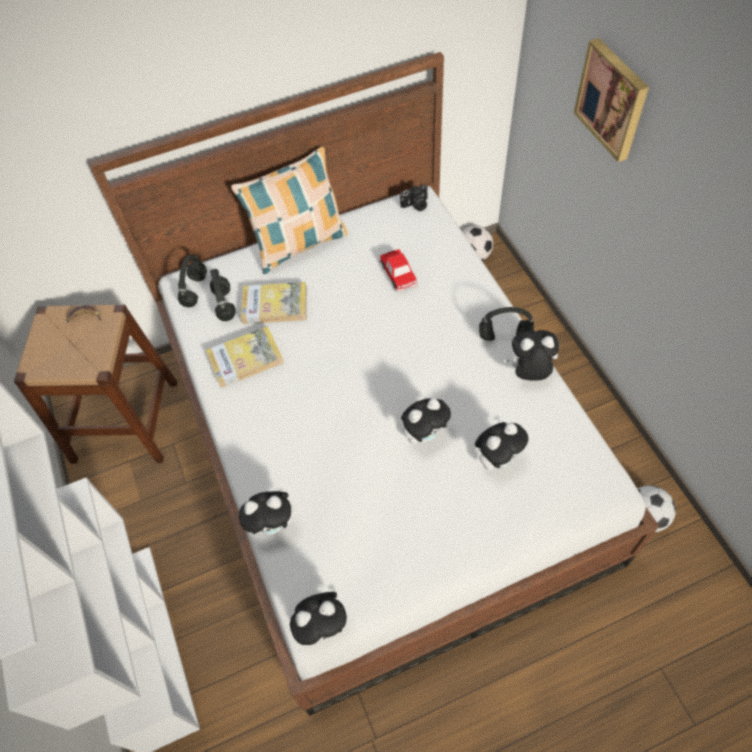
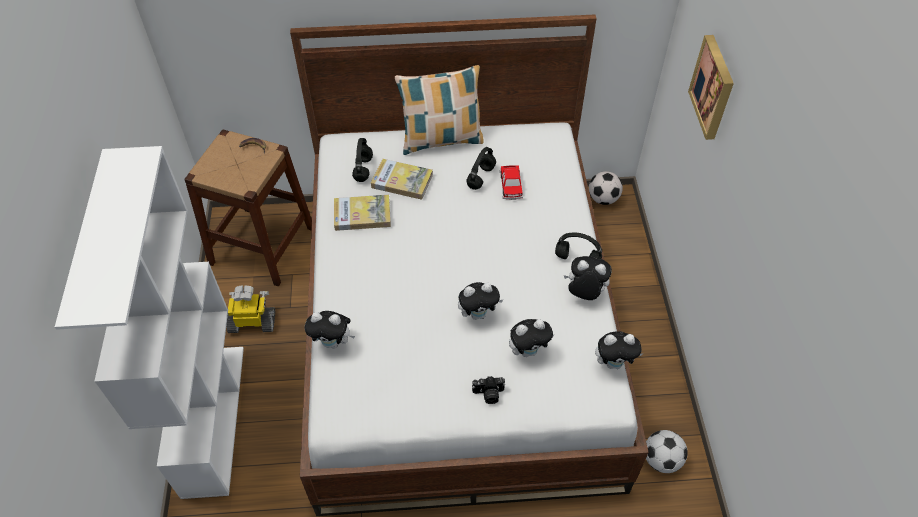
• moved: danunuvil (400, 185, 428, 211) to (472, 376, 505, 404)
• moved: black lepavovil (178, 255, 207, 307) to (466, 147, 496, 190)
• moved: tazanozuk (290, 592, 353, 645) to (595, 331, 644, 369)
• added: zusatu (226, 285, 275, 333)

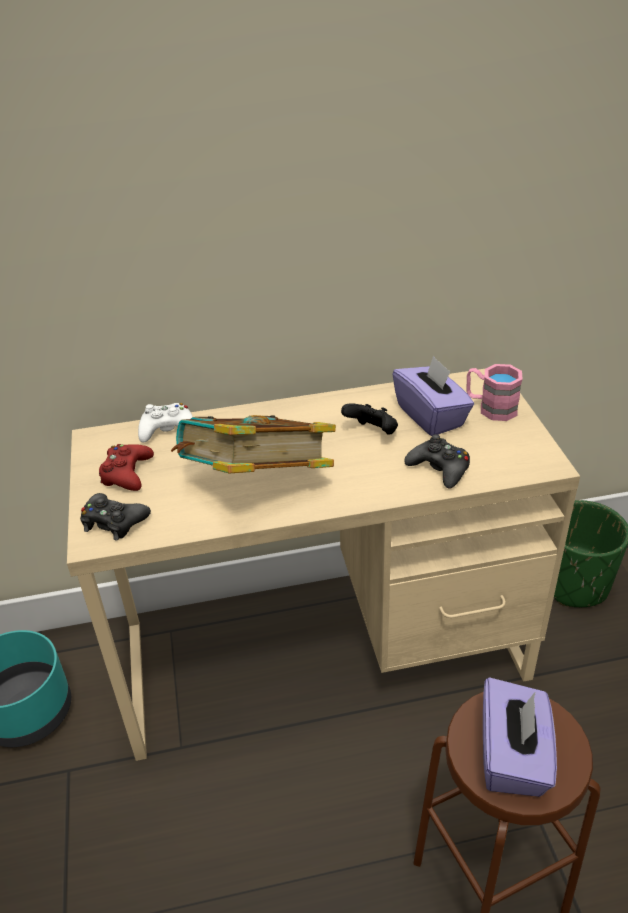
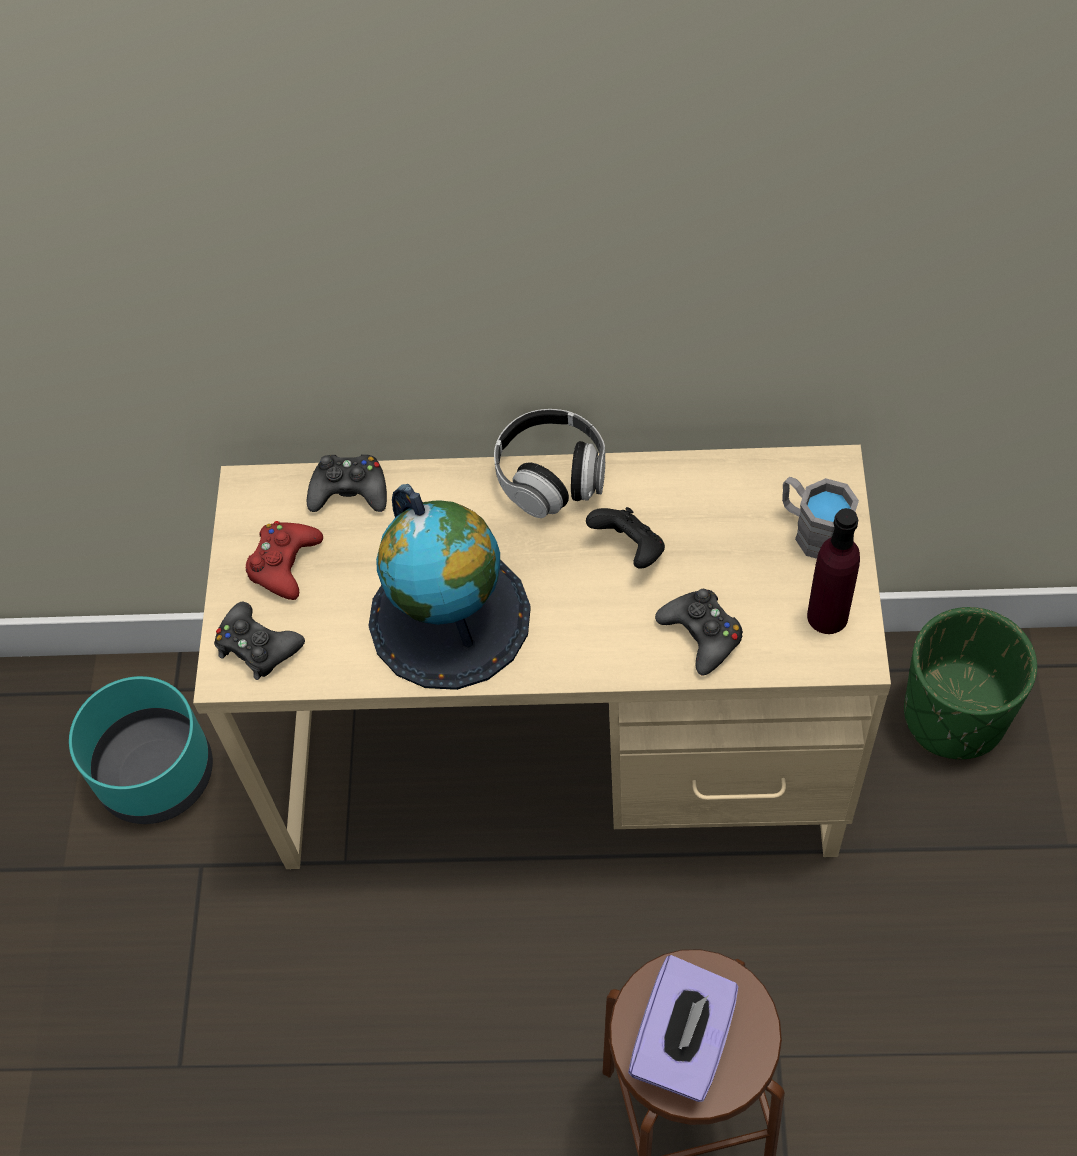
• removed: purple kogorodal (393, 355, 474, 436)
• recoloured: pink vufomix (466, 364, 523, 421) to grey vufomix (782, 477, 859, 559)
• recoloured: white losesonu (138, 403, 193, 443) to black losesonu (307, 454, 387, 512)
• replaced: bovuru (171, 415, 336, 473) to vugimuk (369, 484, 531, 690)
• added: lepavovil (494, 409, 605, 518)
• added: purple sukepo (807, 508, 860, 634)

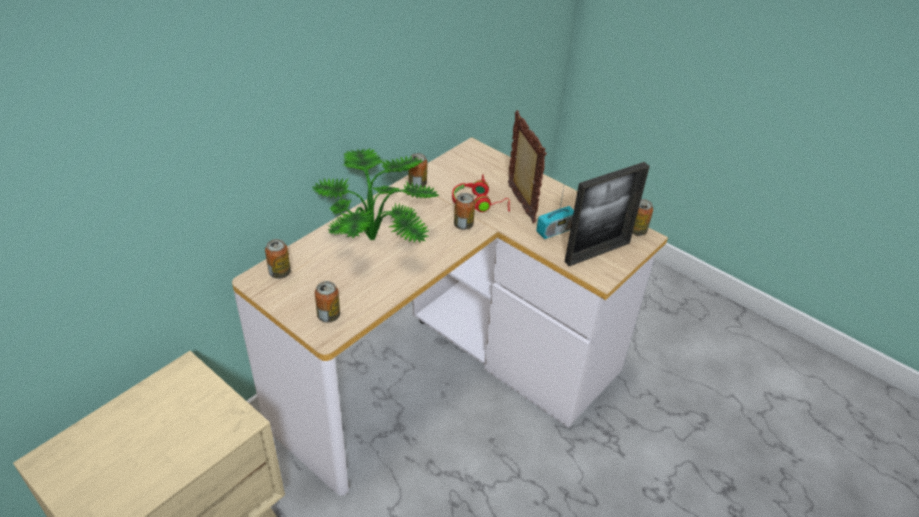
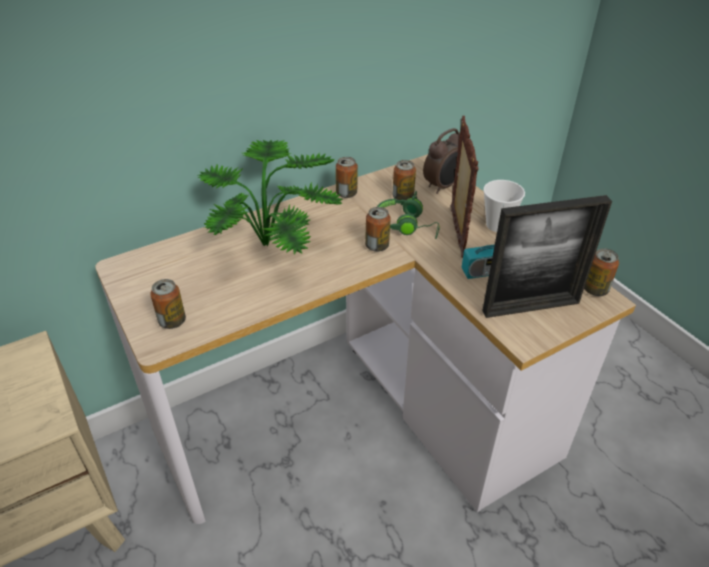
• recoloured: red lepavovil (452, 174, 510, 212) to green lepavovil (377, 191, 440, 239)
• moved: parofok (265, 239, 291, 279) to (392, 160, 416, 200)
• added: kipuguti (423, 128, 460, 194)
• added: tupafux (483, 180, 525, 232)

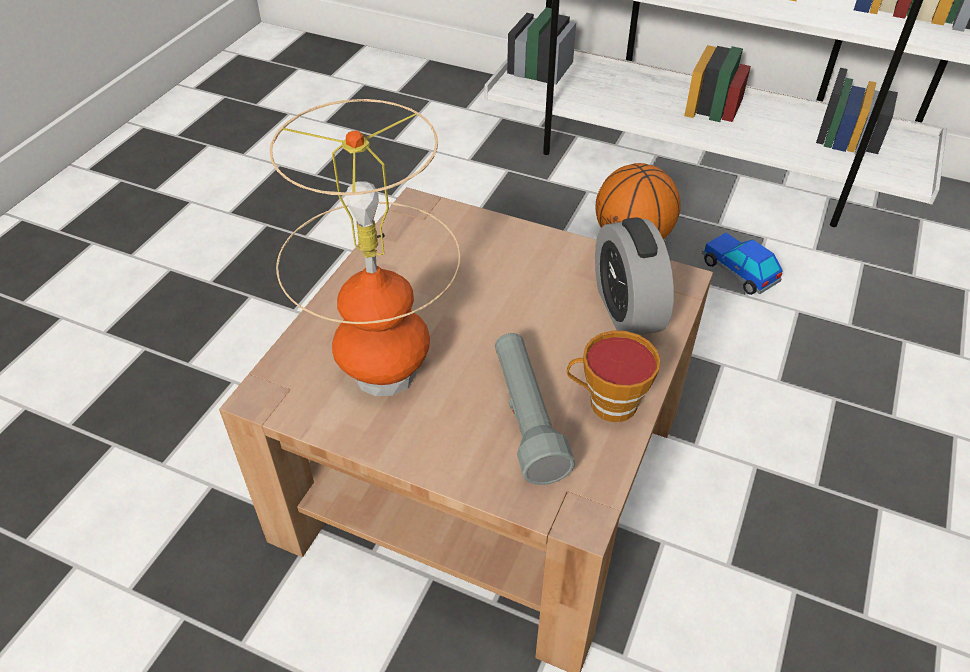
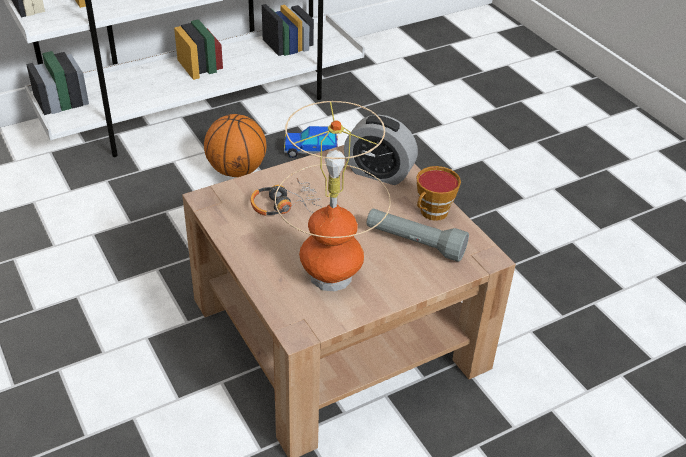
• added: lepavovil (251, 178, 322, 216)

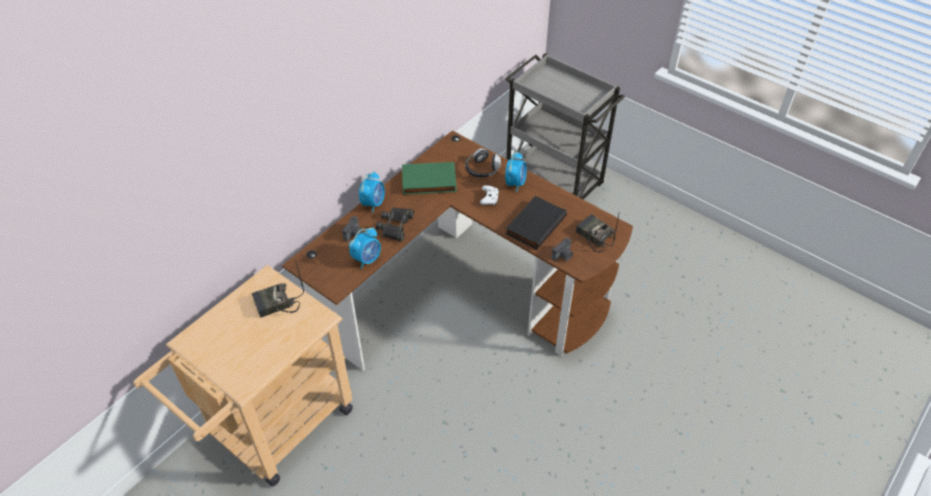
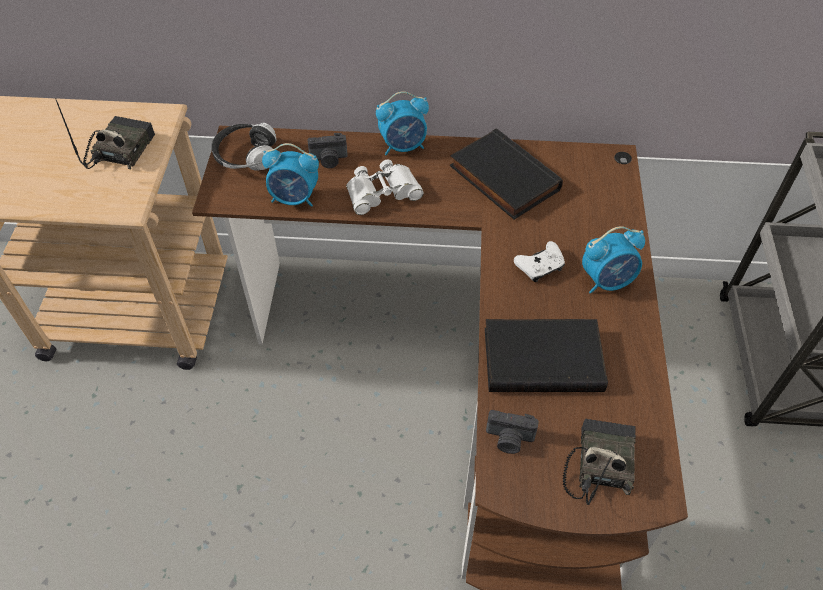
• moved: lepavovil (465, 148, 501, 178) to (211, 123, 277, 171)
• recoloured: green bovuru (402, 162, 457, 195) to black bovuru (450, 128, 563, 220)
• recoloured: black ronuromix (376, 207, 414, 241) to white ronuromix (346, 160, 424, 215)
• turned: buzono (252, 258, 304, 318) = (55, 98, 155, 169) 75 degrees clockwise

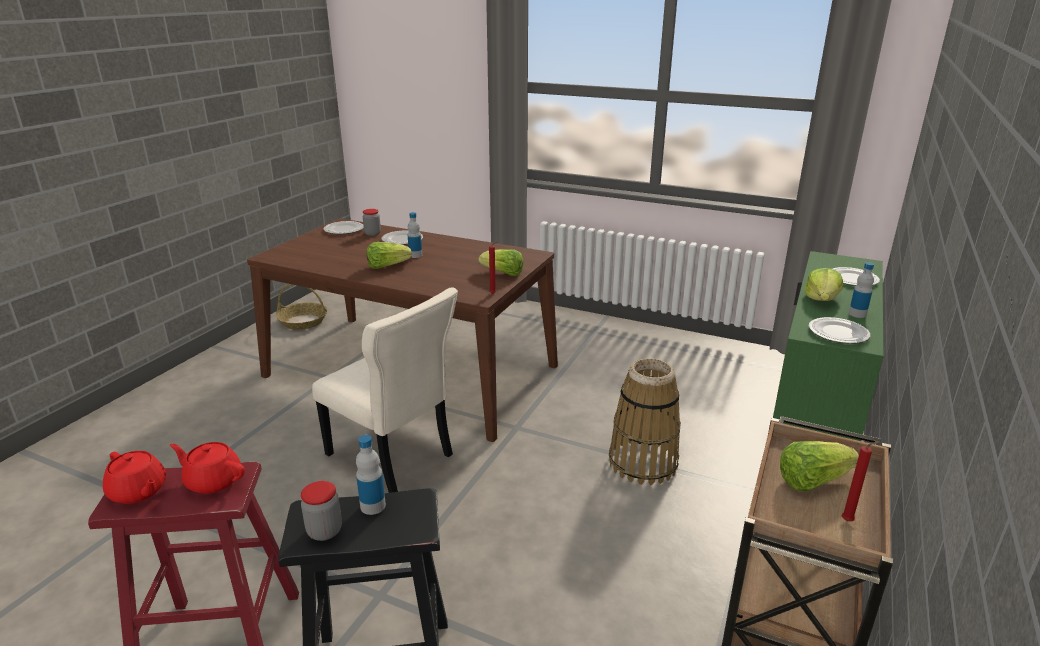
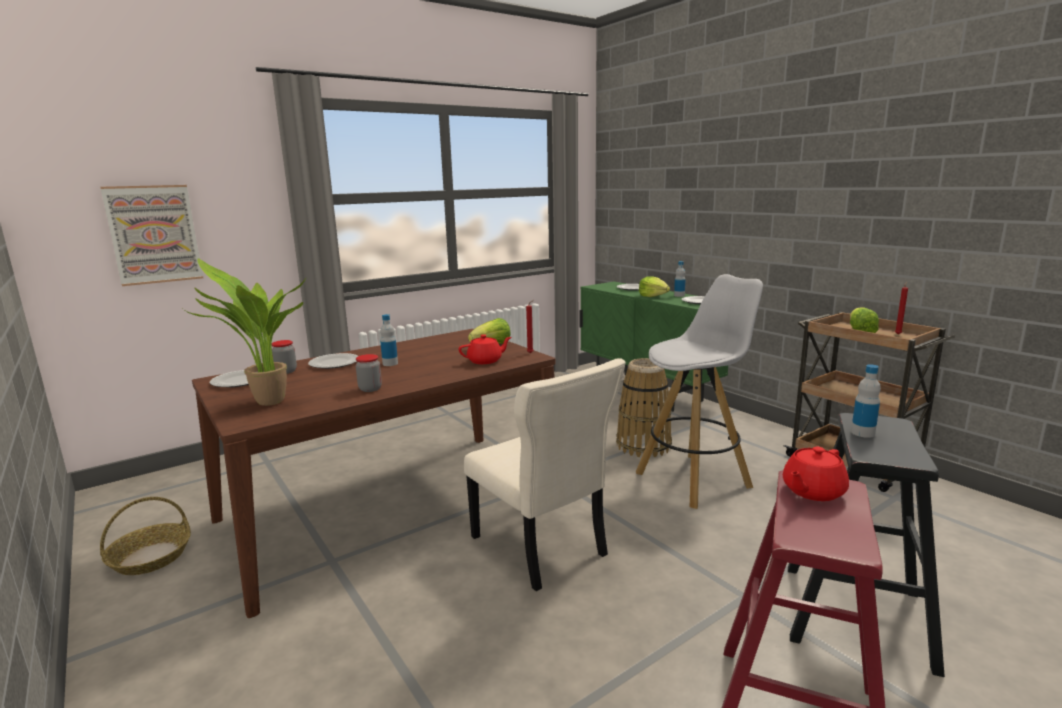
• removed: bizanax (367, 242, 412, 269)
• turned: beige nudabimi (312, 287, 458, 493) = (464, 358, 625, 591) 75 degrees clockwise
• moved: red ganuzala (103, 451, 166, 504) to (458, 334, 512, 364)
• moved: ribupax (301, 481, 342, 541) to (356, 354, 382, 392)
• added: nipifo (101, 185, 203, 286)
• added: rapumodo (183, 258, 306, 406)
• added: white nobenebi (636, 274, 763, 509)

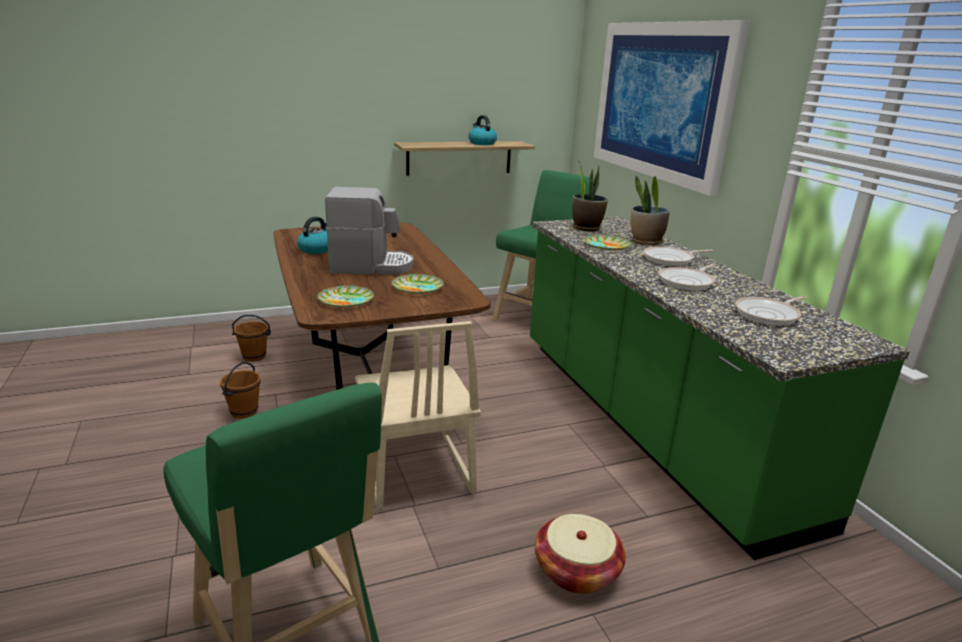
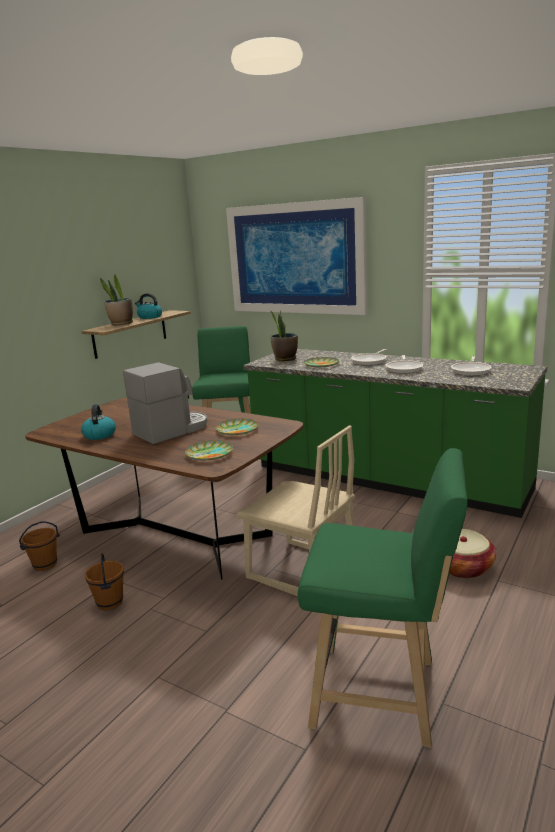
• moved: rapumodo (631, 176, 670, 245) to (100, 274, 133, 325)

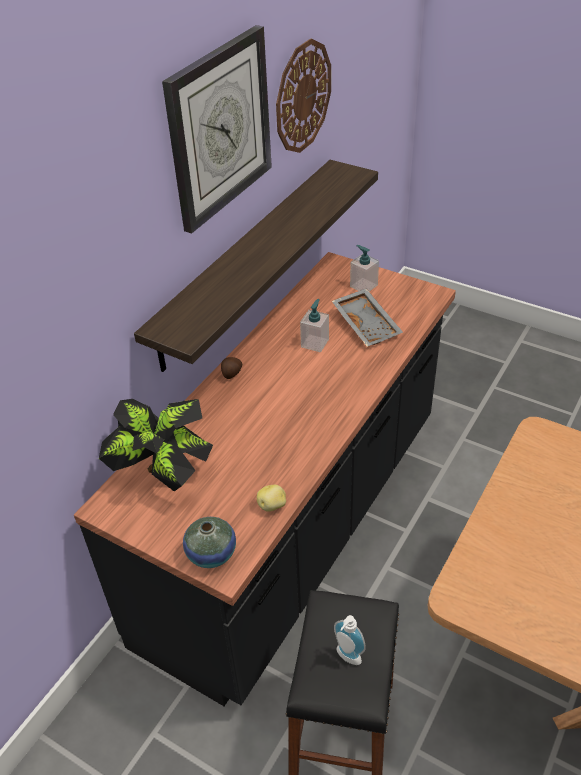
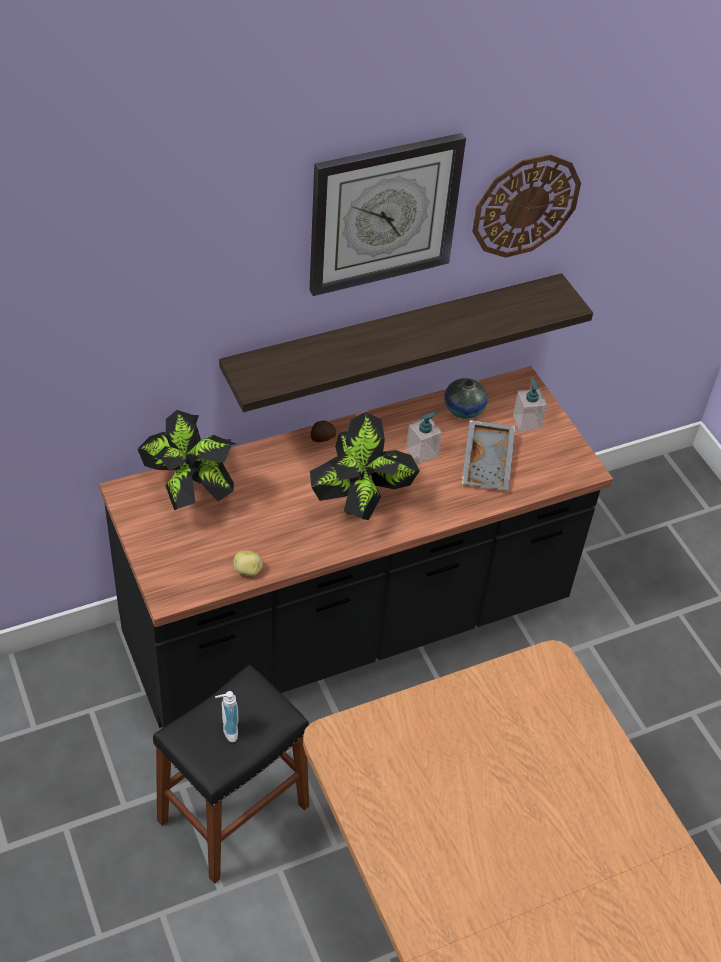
• moved: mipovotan (183, 517, 236, 568) to (444, 378, 488, 419)
• added: rapumodo (310, 412, 420, 520)

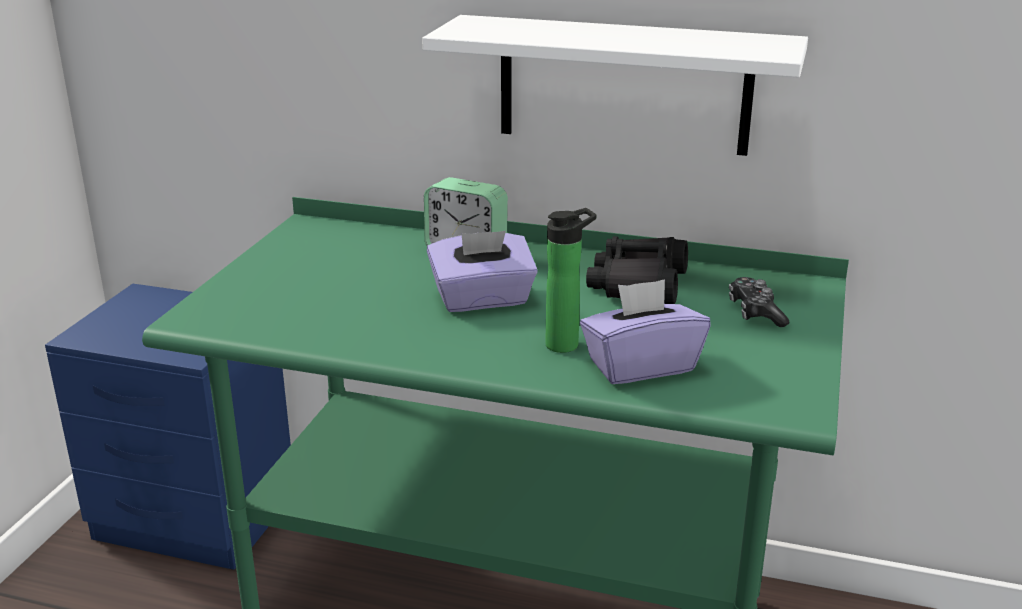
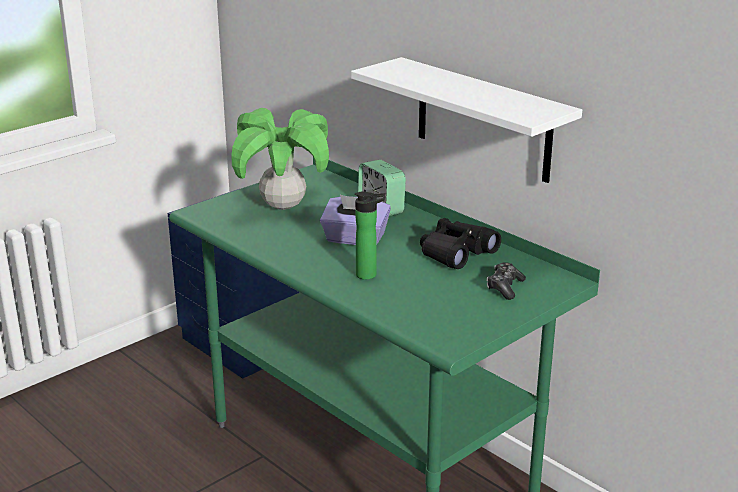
• removed: purple kogorodal (580, 279, 711, 384)
• added: rapumodo (231, 108, 329, 210)

